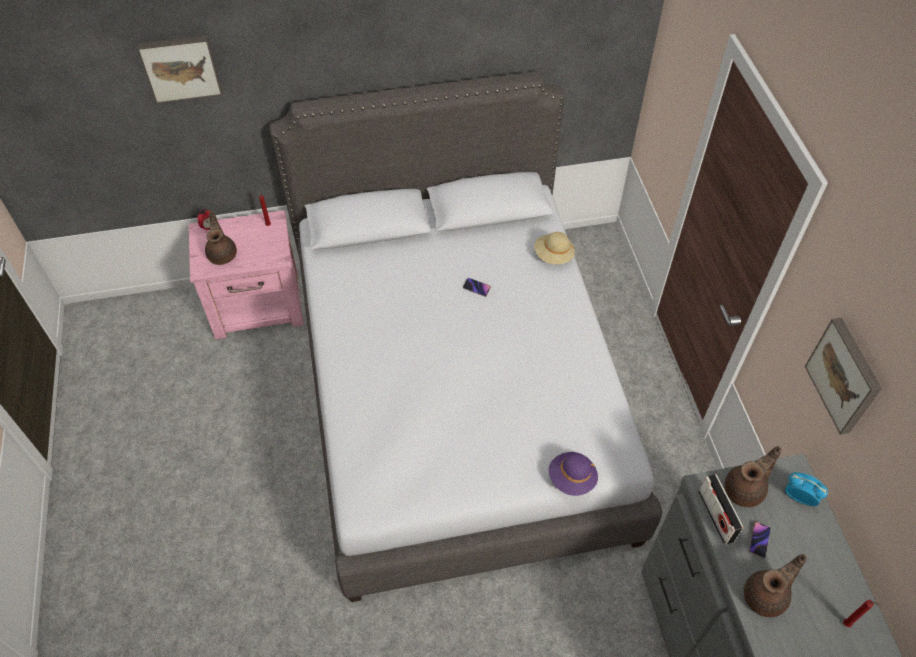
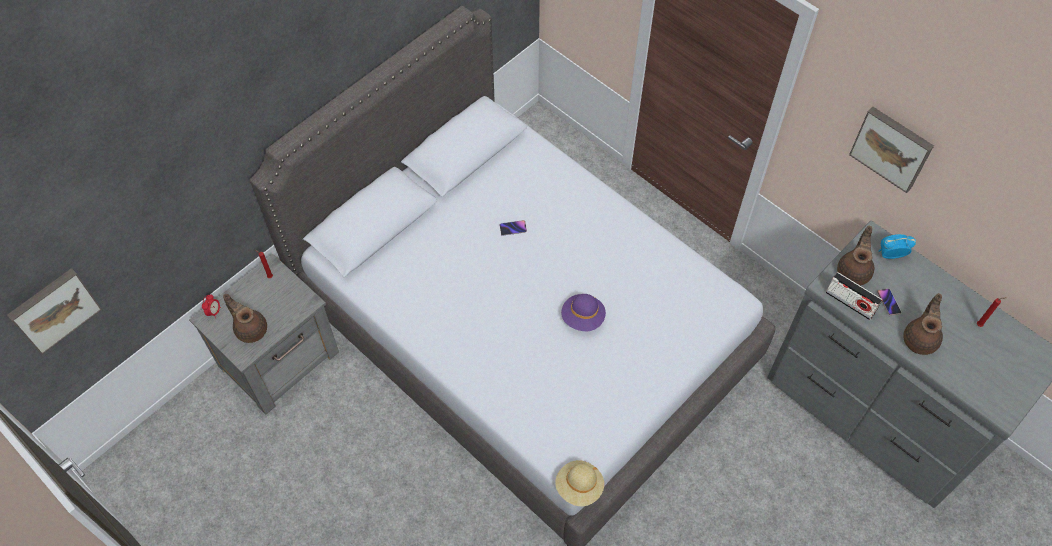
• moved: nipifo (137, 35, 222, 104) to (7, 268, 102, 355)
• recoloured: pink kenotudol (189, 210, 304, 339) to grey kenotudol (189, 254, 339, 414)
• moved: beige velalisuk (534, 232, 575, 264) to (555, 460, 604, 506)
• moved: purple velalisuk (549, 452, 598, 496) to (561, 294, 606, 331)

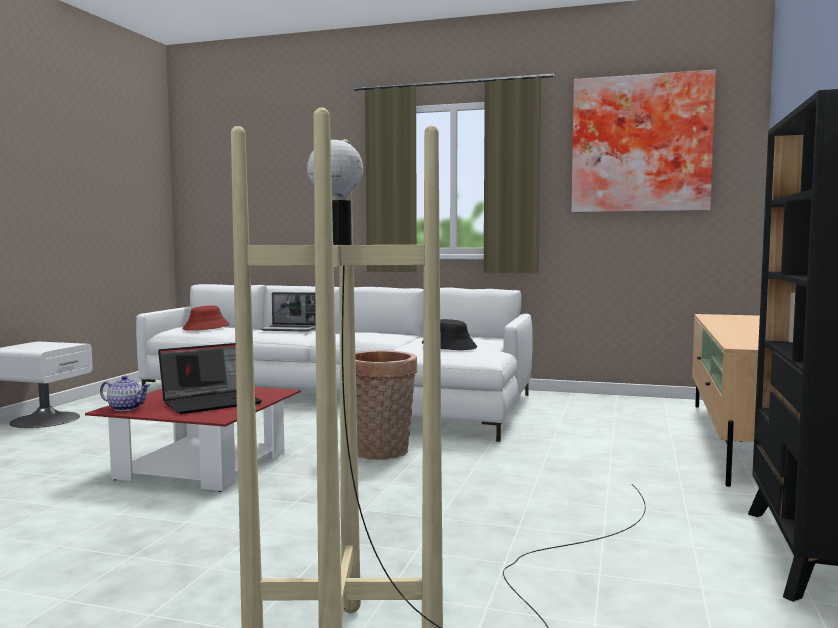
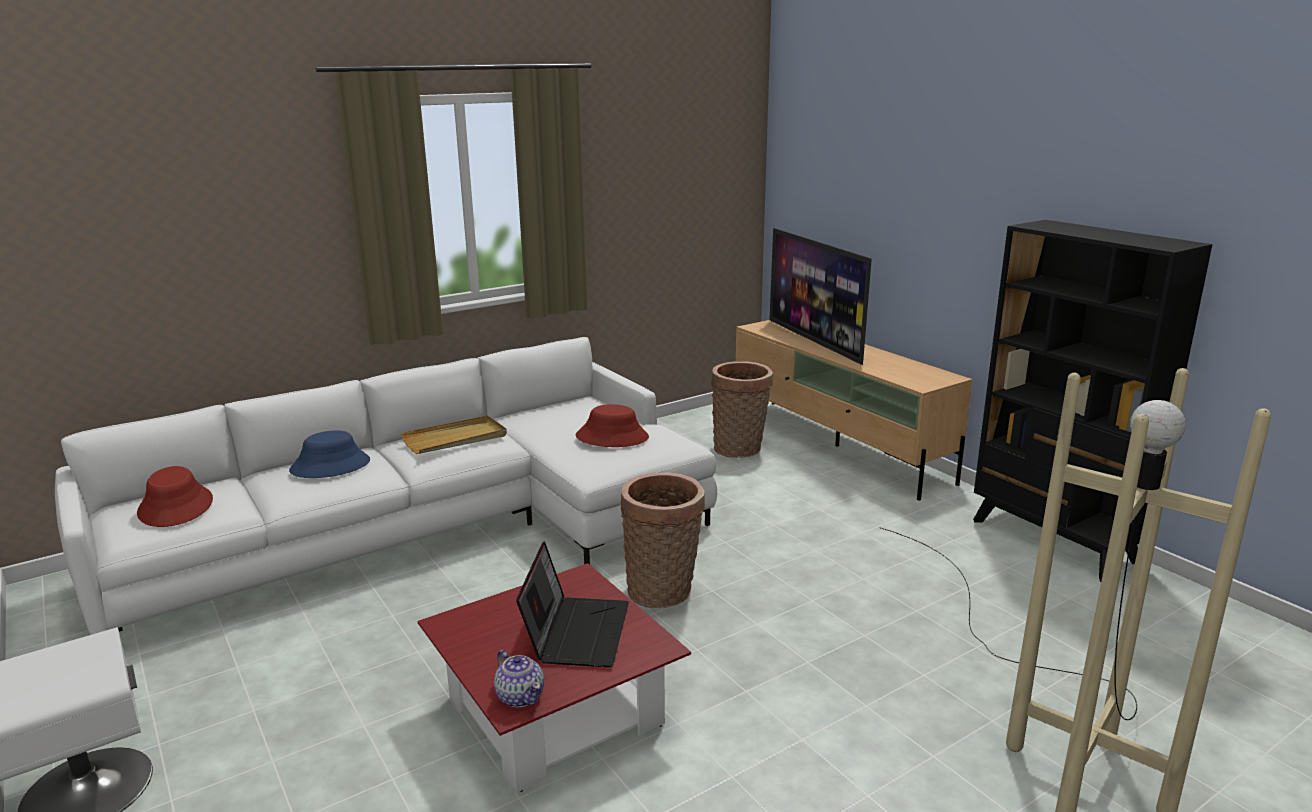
• removed: nipifo (571, 70, 716, 212)
• replaced: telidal (260, 292, 316, 332) to blue velalisuk (289, 430, 370, 478)
• recoloured: black velalisuk (422, 319, 477, 350) to red velalisuk (576, 404, 649, 447)
• turned: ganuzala (100, 376, 150, 411) = (494, 650, 544, 708) 90 degrees clockwise
• added: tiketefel (770, 228, 872, 365)
• added: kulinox (711, 361, 773, 458)
• added: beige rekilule (401, 416, 507, 454)

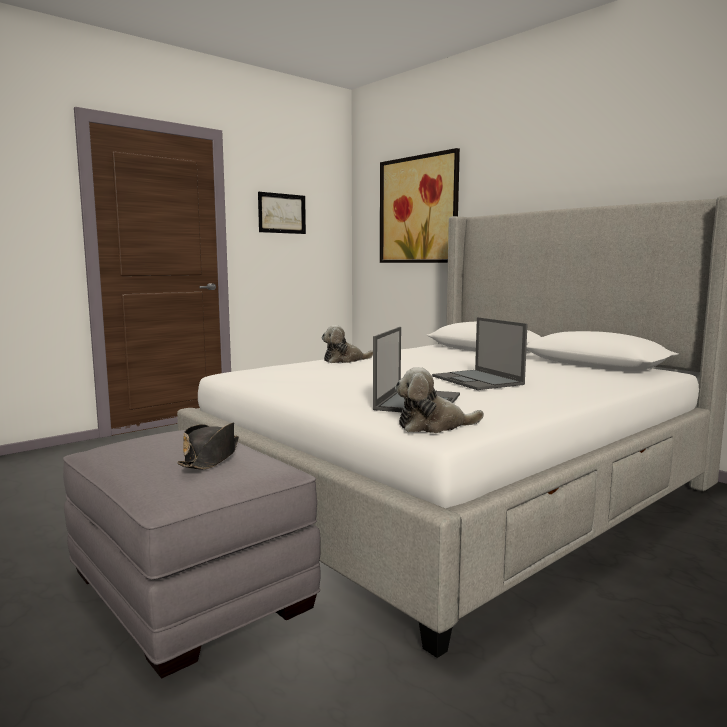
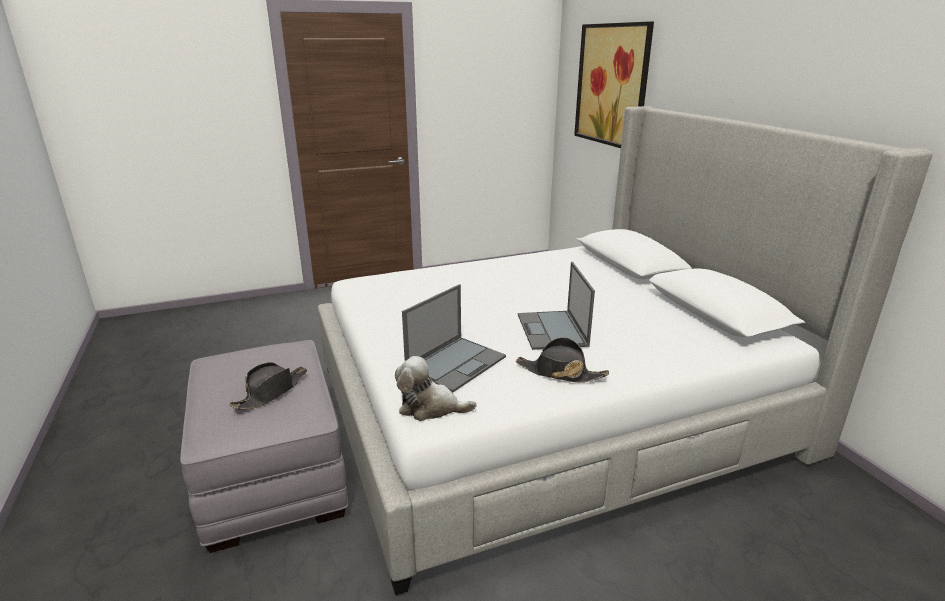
• removed: nipifo (258, 192, 306, 234)
• removed: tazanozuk (322, 325, 373, 363)
• added: black velalisuk (516, 337, 609, 383)

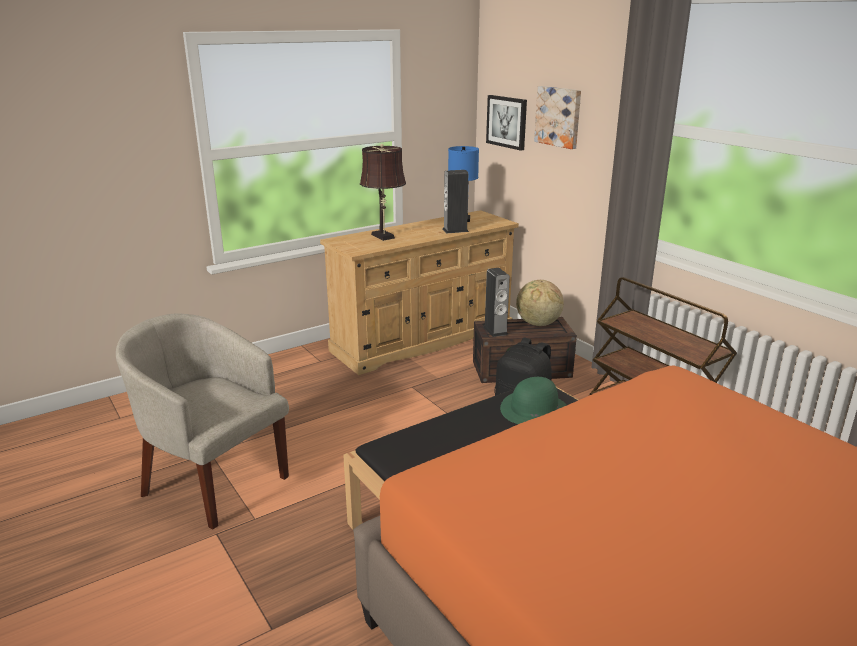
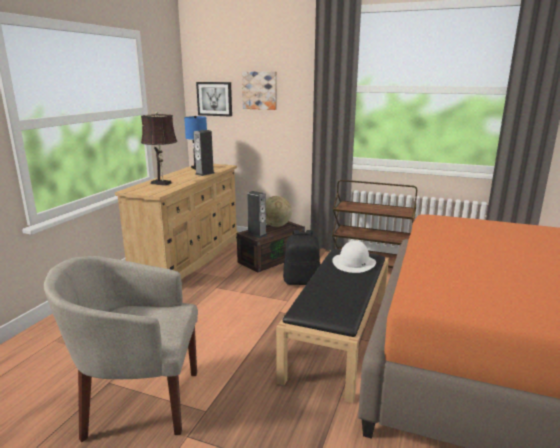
• recoloured: green velalisuk (500, 377, 567, 424) to white velalisuk (332, 241, 376, 273)

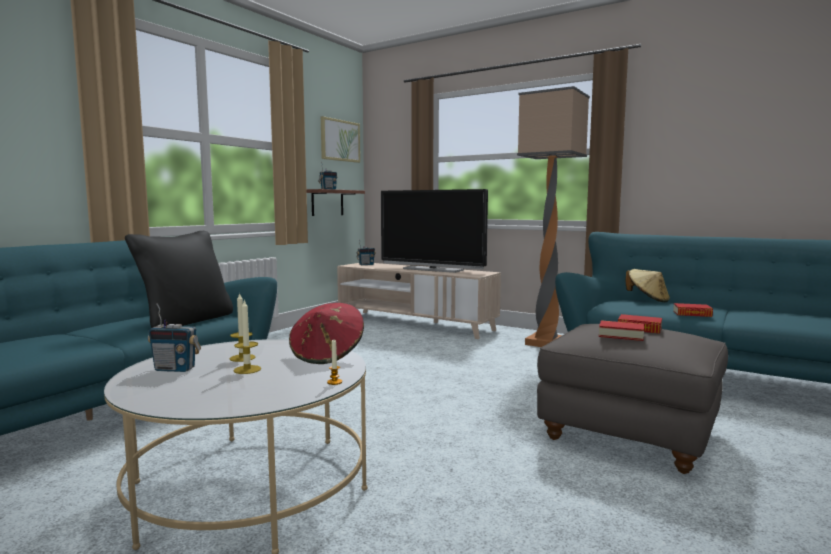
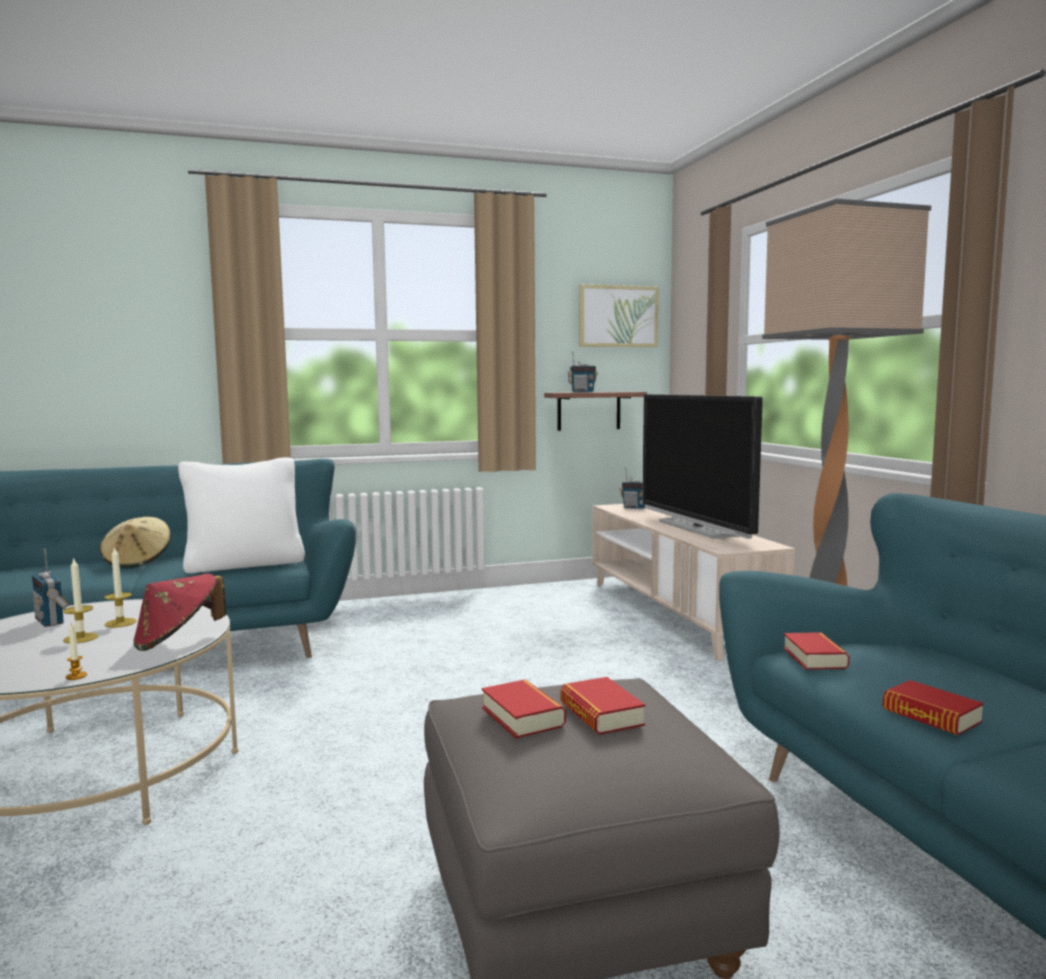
• recoloured: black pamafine (125, 231, 233, 328) to white pamafine (178, 457, 305, 574)
• moved: beige velalisuk (625, 269, 670, 302) to (100, 517, 171, 568)
• added: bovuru (783, 632, 850, 670)

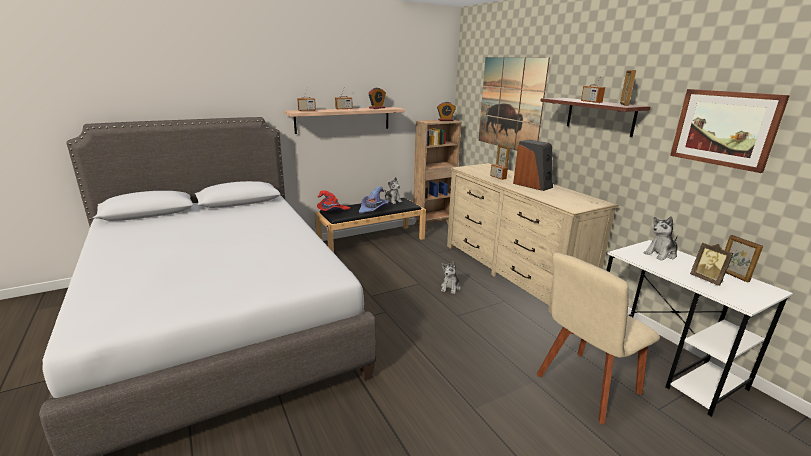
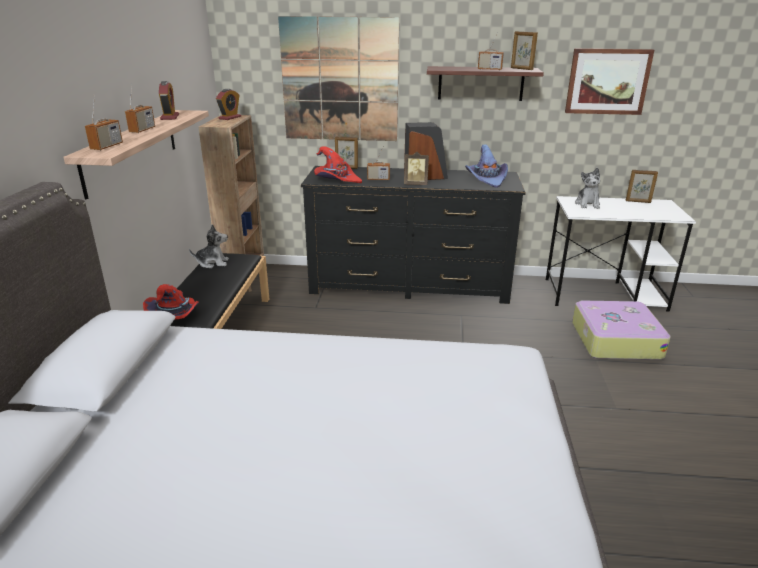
• recoloured: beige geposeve (447, 163, 619, 314) to black geposeve (301, 166, 526, 304)
• moved: purple velalisuk (359, 186, 388, 213) to (465, 144, 508, 188)
• moved: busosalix (690, 243, 734, 286) to (404, 152, 429, 185)
• replaced: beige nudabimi (537, 252, 660, 425) to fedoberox (572, 301, 671, 360)
• removed: tazanozuk (441, 261, 461, 294)
• added: red velalisuk (314, 146, 362, 183)

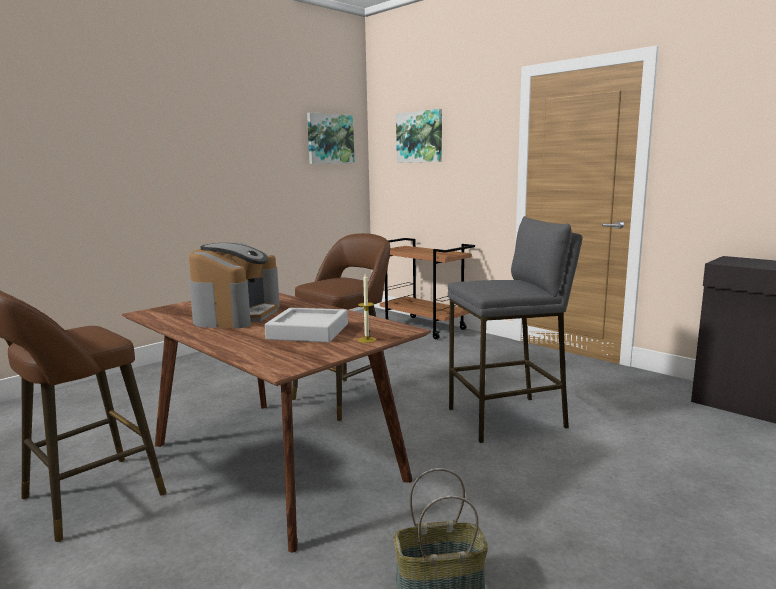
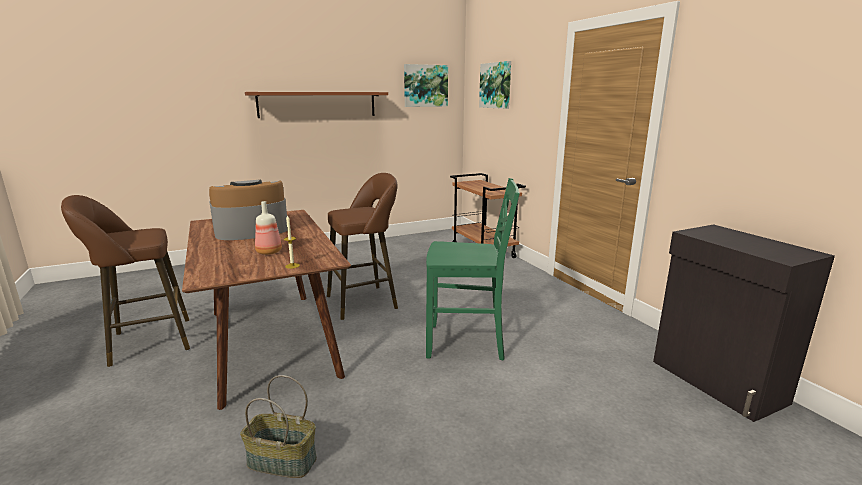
• replaced: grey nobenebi (448, 216, 583, 443) to green nudabimi (426, 178, 520, 360)
• turned: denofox (189, 242, 280, 329) = (209, 180, 287, 240) 150 degrees counterclockwise
• replaced: grey rekilule (265, 308, 348, 343) to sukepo (255, 201, 282, 255)
• added: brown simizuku (245, 92, 388, 118)

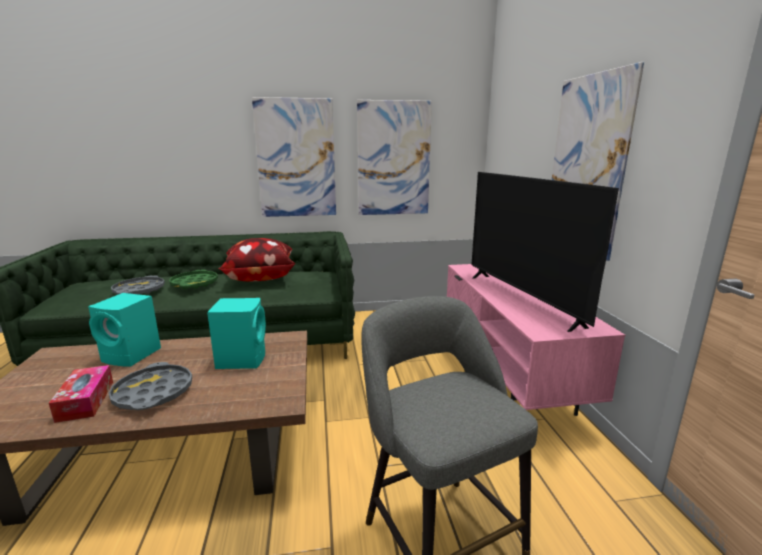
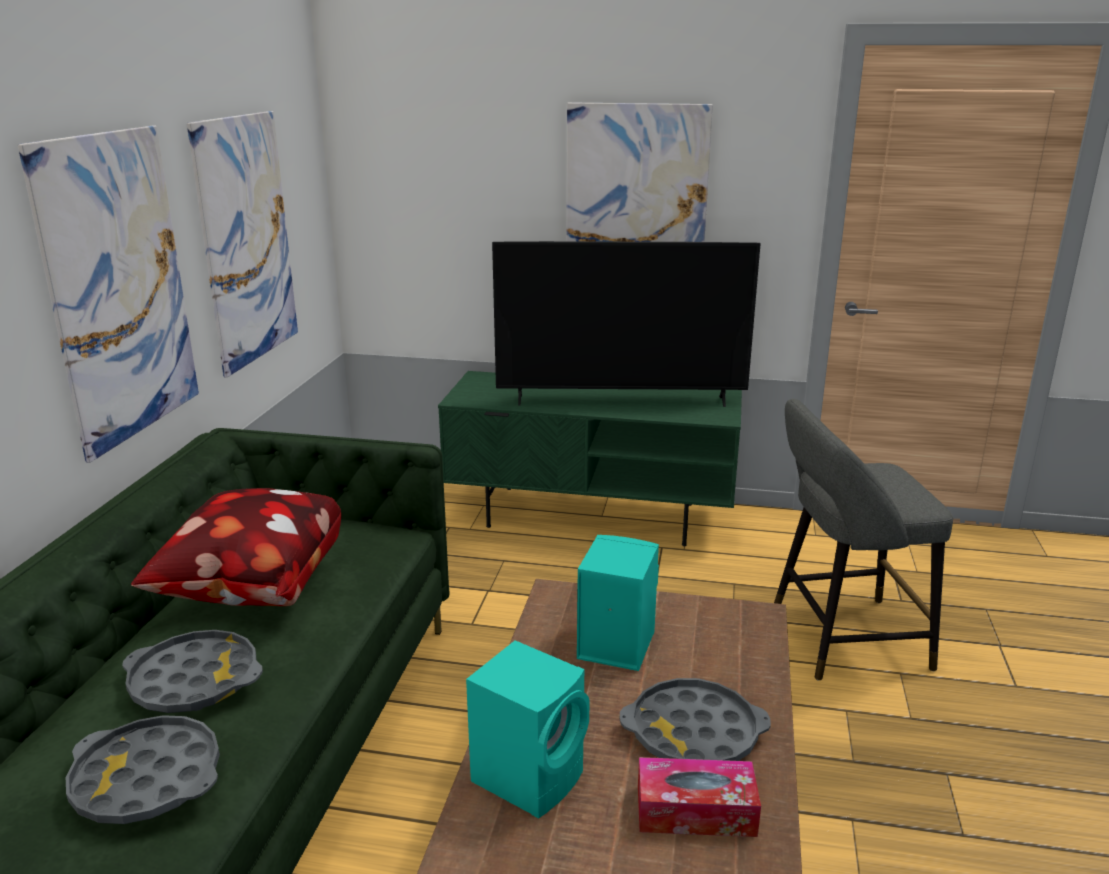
• recoloured: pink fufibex (447, 264, 625, 416) to green fufibex (438, 371, 742, 546)
• recoloured: green rekilule (169, 270, 218, 289) to grey rekilule (122, 630, 263, 713)

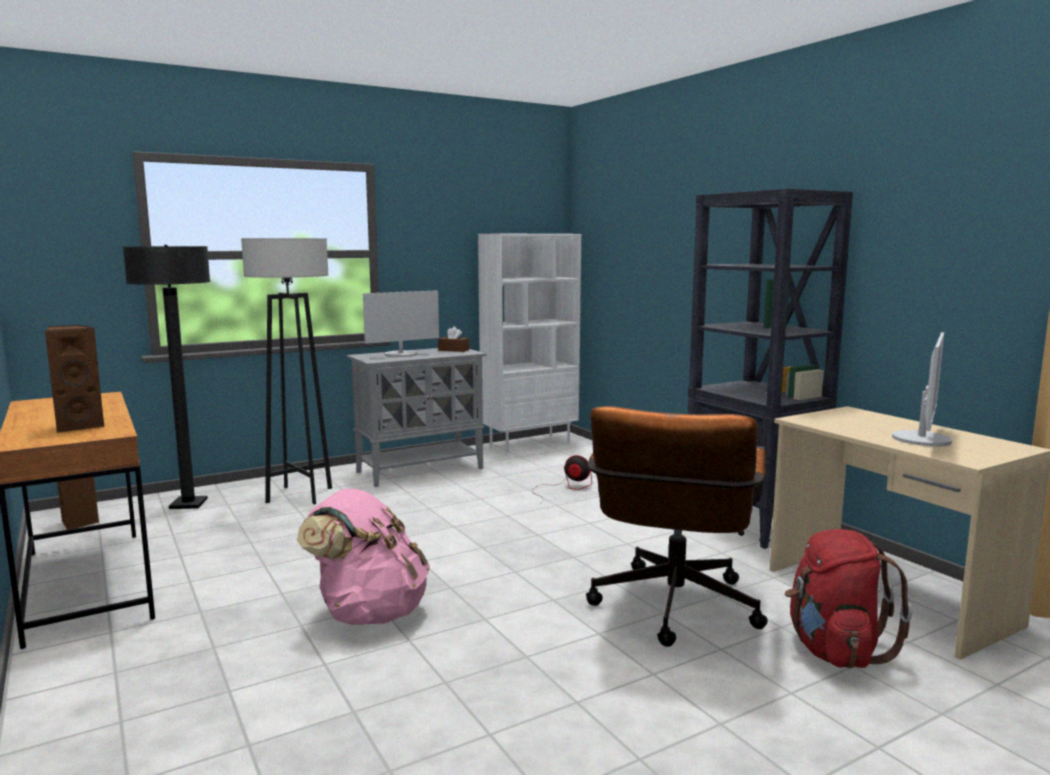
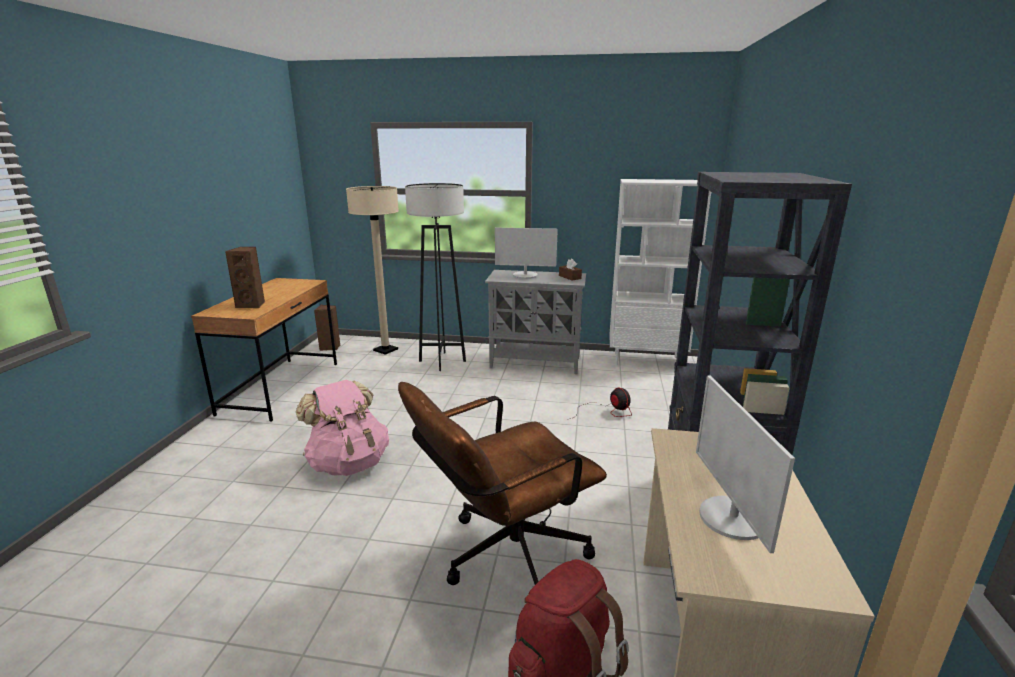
• recoloured: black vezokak (123, 245, 211, 509) to beige vezokak (346, 186, 399, 355)
• turned: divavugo (892, 332, 952, 446) = (696, 375, 795, 553) 105 degrees clockwise

